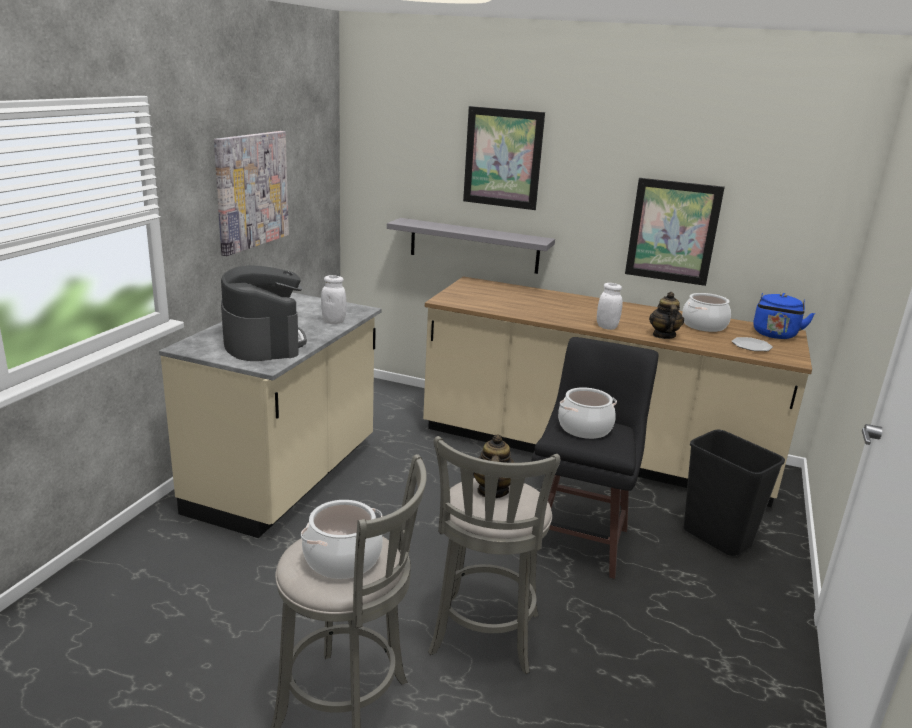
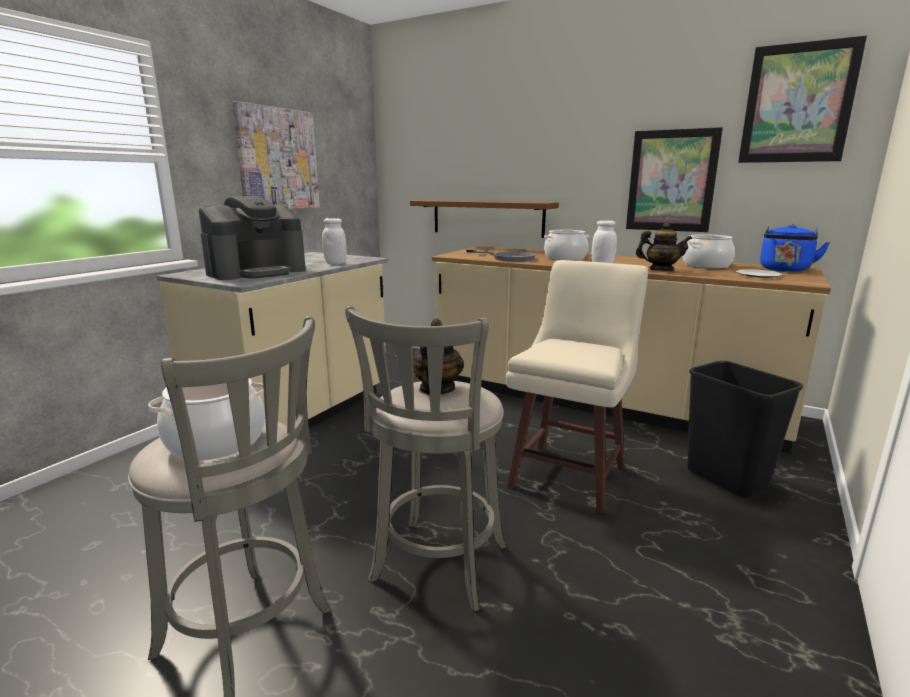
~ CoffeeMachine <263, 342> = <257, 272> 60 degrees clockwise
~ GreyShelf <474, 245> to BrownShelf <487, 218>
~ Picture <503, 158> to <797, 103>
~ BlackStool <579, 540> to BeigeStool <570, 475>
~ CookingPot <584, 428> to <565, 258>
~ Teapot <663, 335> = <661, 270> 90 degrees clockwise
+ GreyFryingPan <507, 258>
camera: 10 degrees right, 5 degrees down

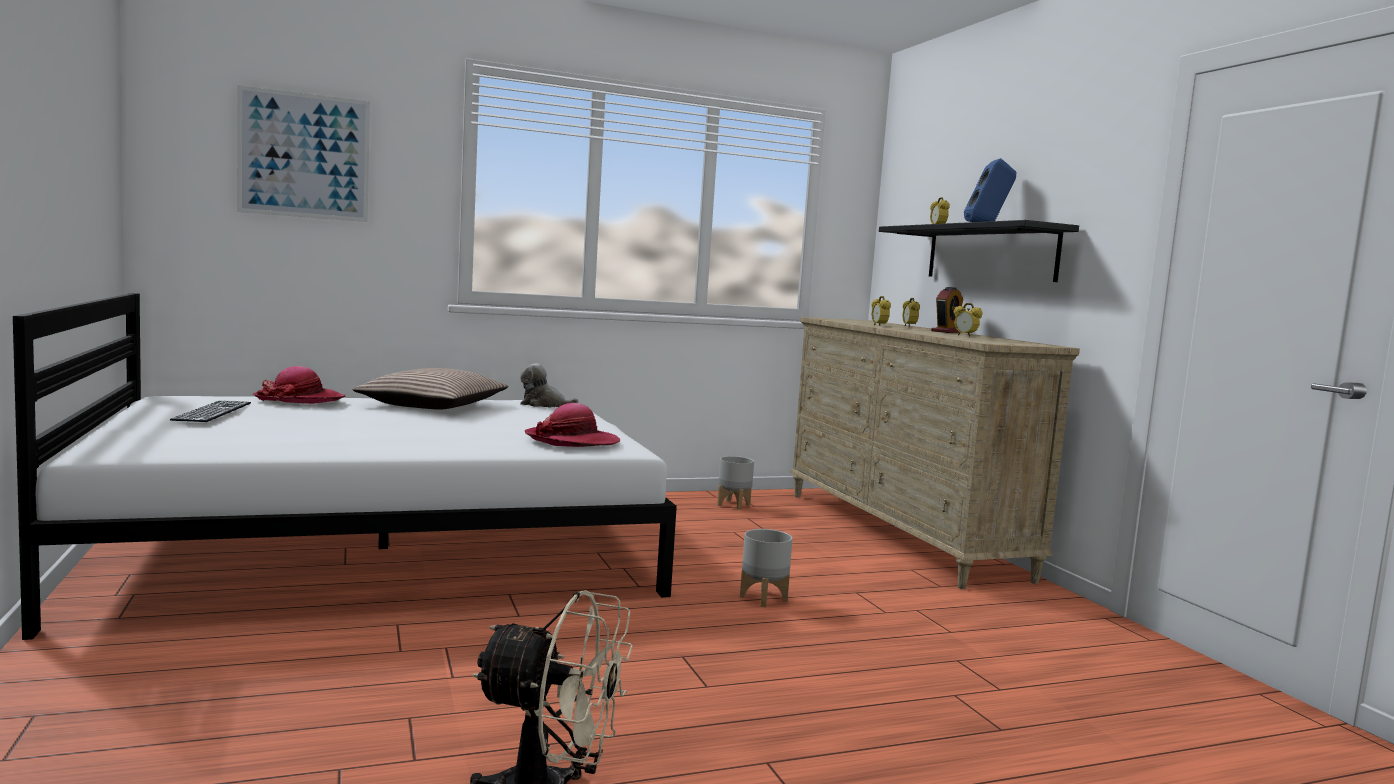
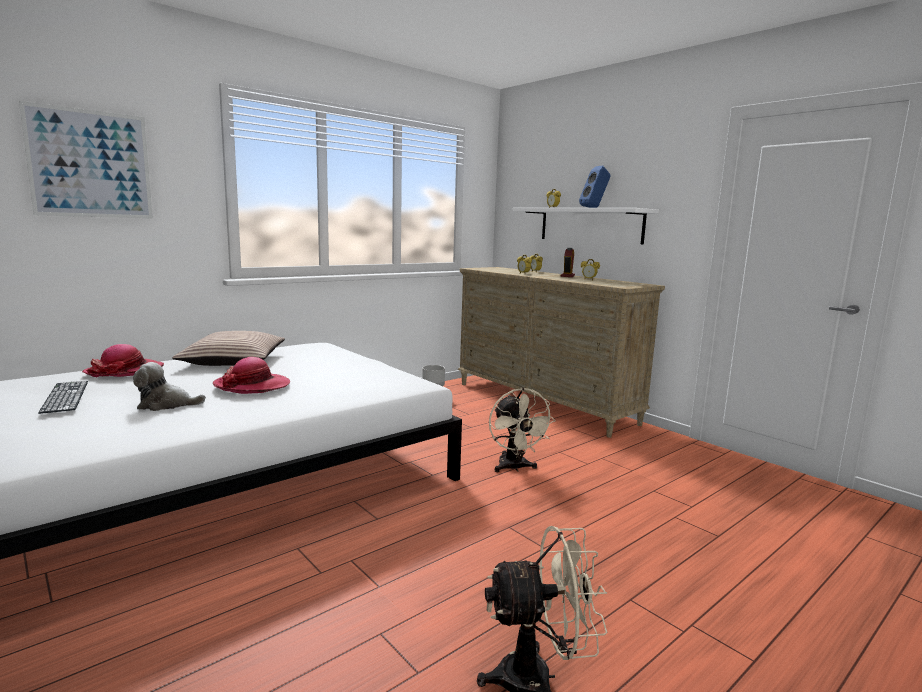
~ PlushToy <544, 405> to <166, 405>
~ Hat <572, 441> to <252, 386>
~ GreyPlanter <764, 598> to BeigeFan <514, 468>
~ BlackShelf <990, 253> to WhiteShelf <590, 225>
camera: 20 degrees left, 5 degrees up

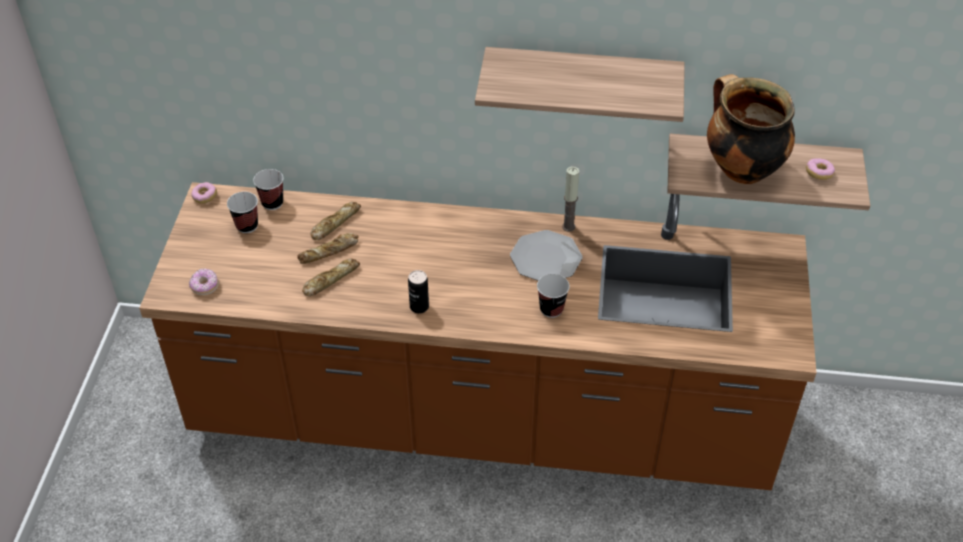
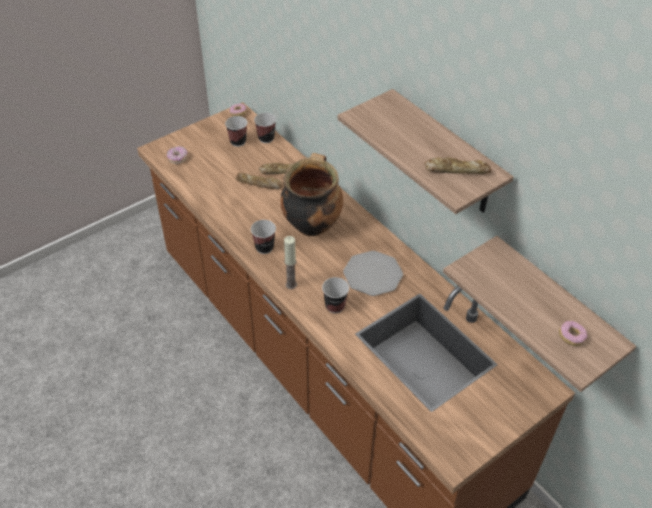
~ Bread <330, 280> to <457, 169>
~ Can <419, 306> to Cup <264, 247>
~ Candle <568, 226> to <291, 285>
~ CookingPot <740, 169> to <311, 224>
camera: 45 degrees right, 0 degrees up

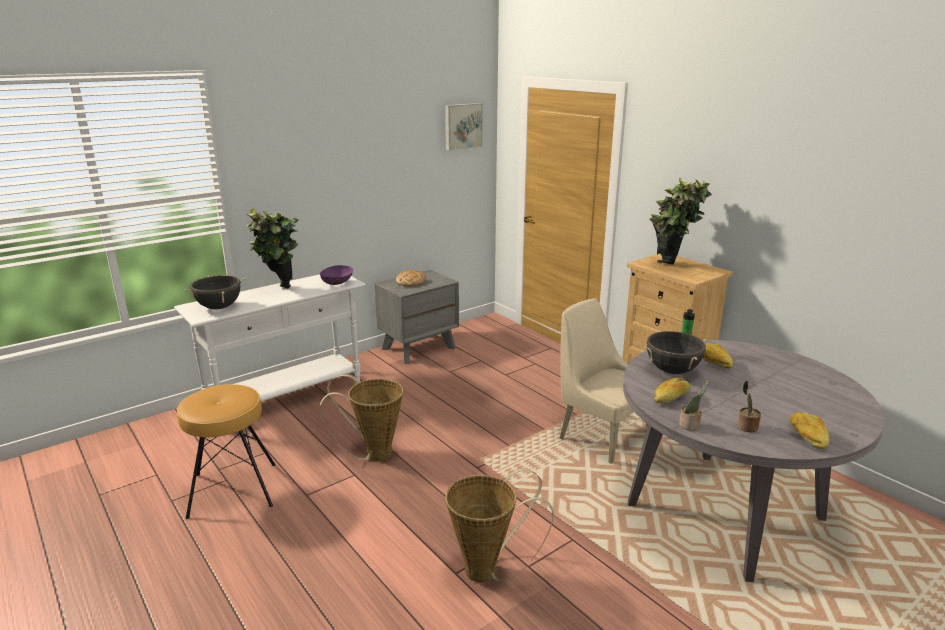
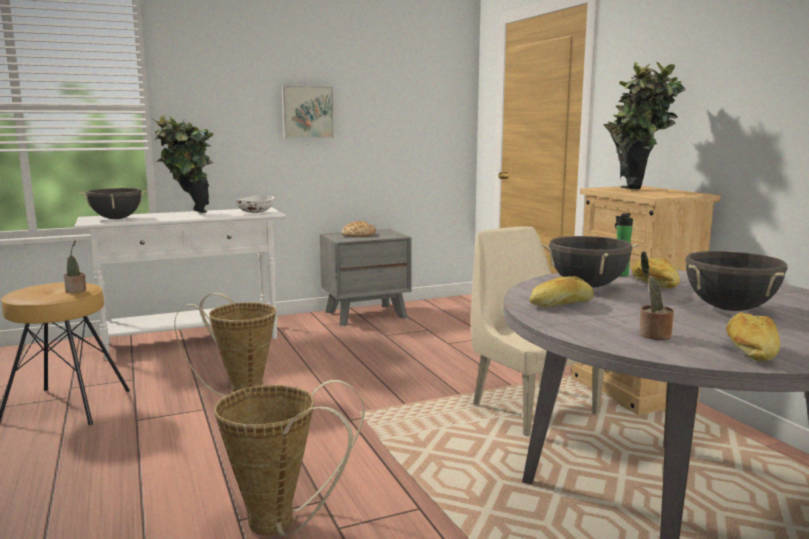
~ PurpleBowl <337, 283> to WhiteBowl <256, 213>
~ Picture <462, 126> to <307, 112>
~ PottedPlant <690, 426> to <76, 290>
+ BlackCookingPot <730, 309>
camera: 15 degrees right, 10 degrees down

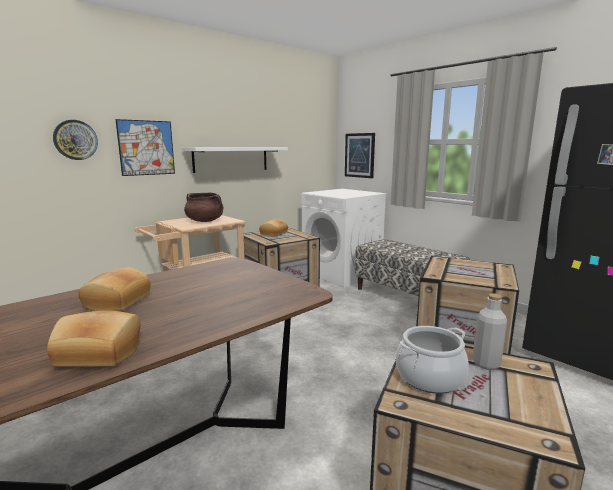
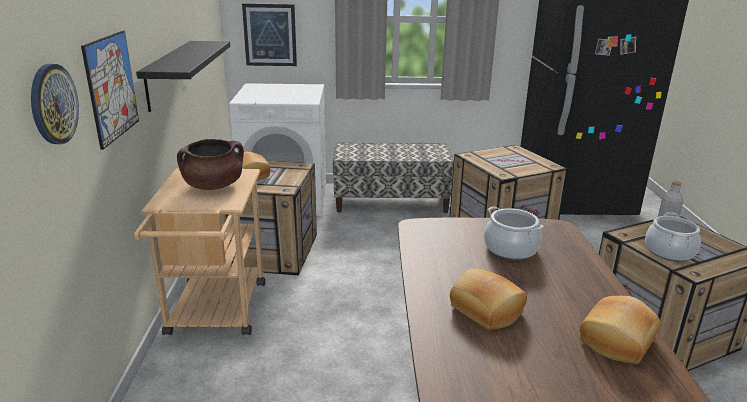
~ WhiteShelf <231, 159> to BlackShelf <169, 74>
+ CookingPot <510, 249>
camera: 50 degrees left, 10 degrees up

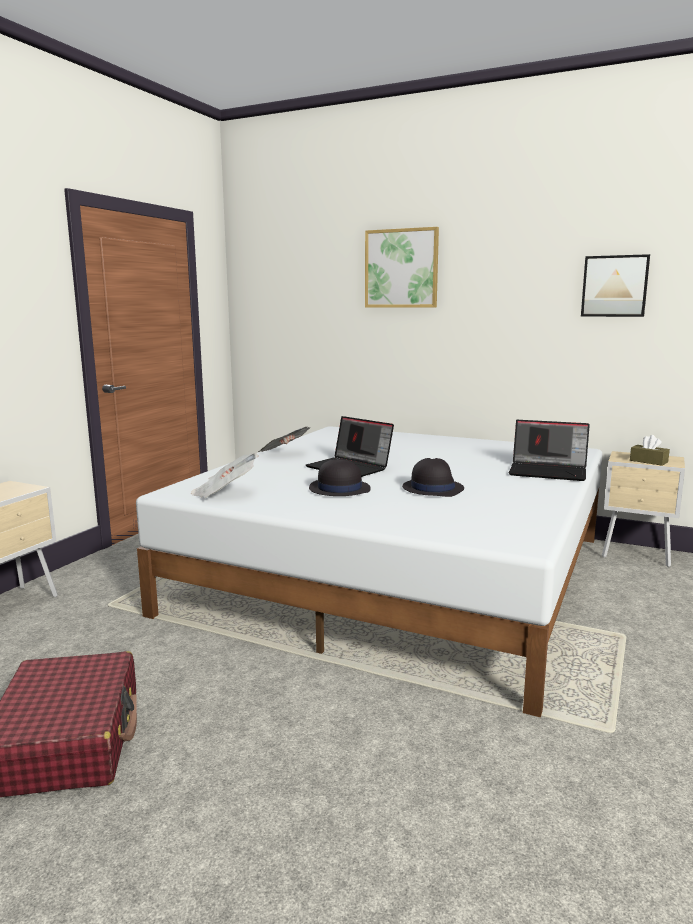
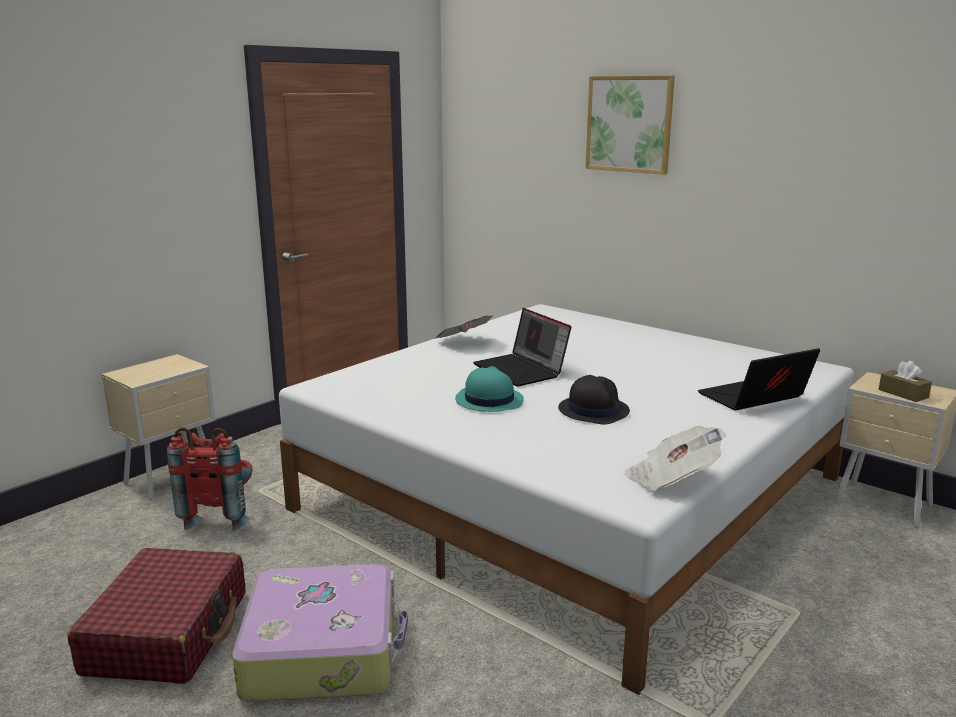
~ Newspaper <224, 493> to <671, 480>
~ BlackHat <339, 489> to TurquoiseHat <488, 400>
~ Laptop <549, 471> = <753, 398> 120 degrees clockwise
- Picture <614, 286>
+ RedBackpack <220, 515>
+ Suitcase <323, 650>
camera: 15 degrees right, 5 degrees up

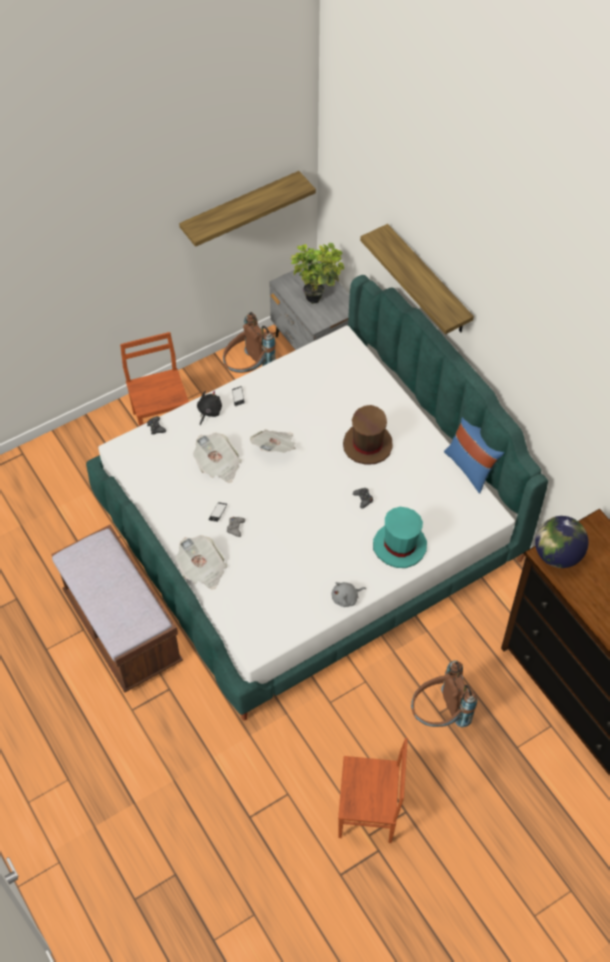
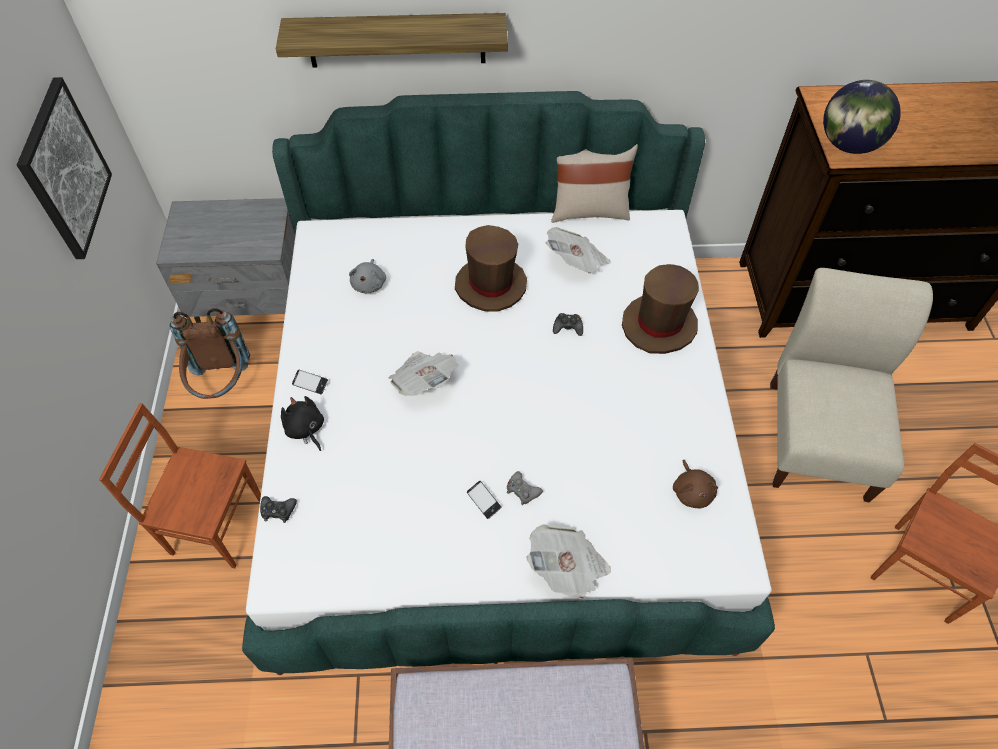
~ Shelf <240, 209> to Picture <64, 170>
~ Newspaper <218, 465> to <577, 262>
- PottedPlant <317, 296>
~ GreyPlushToy <346, 598> to <369, 283>
~ TurquoiseHat <399, 546> to BrownHat <659, 325>
~ BrownBackpack <439, 715> to BeigeChair <818, 434>
~ BluePillow <470, 467> to BeigePillow <589, 211>
+ BrownPlushToy <692, 491>
camera: 60 degrees left, 0 degrees up

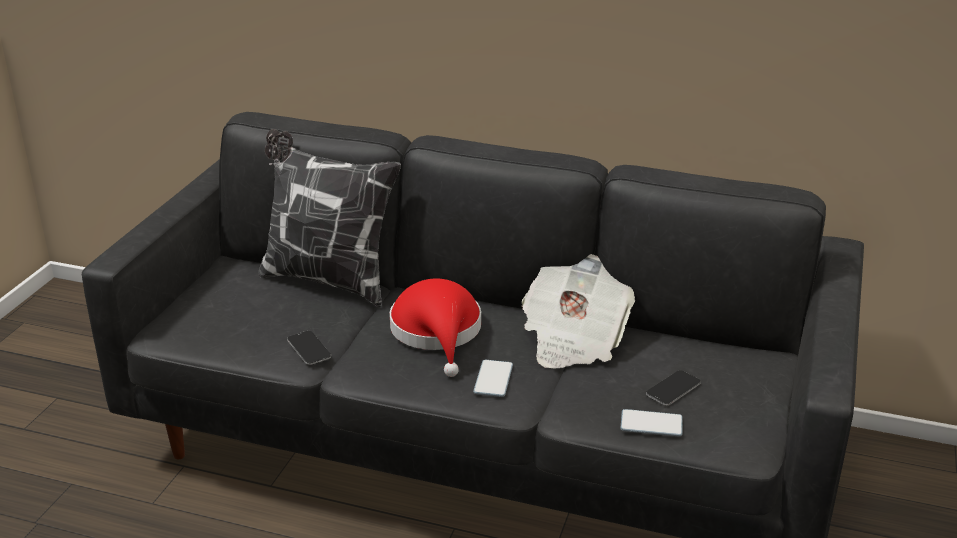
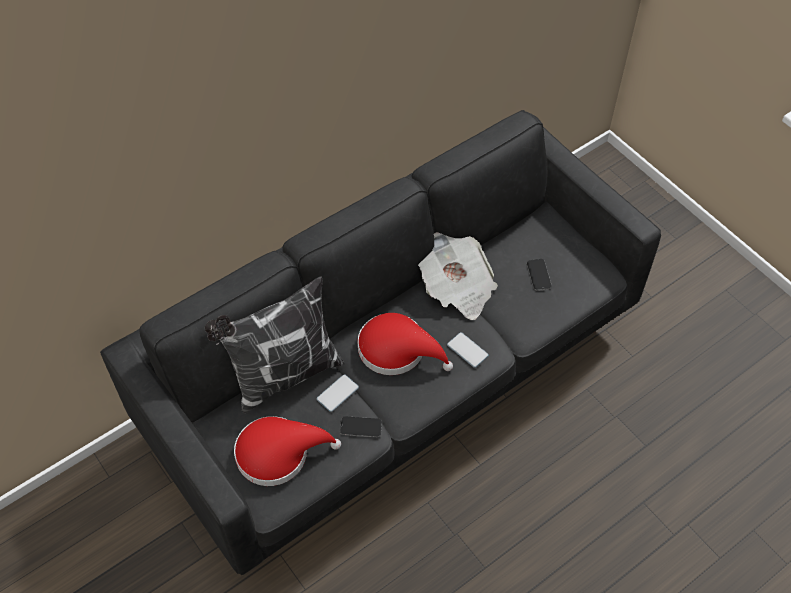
~ Phone <651, 424> to <337, 393>
+ RedHat <278, 453>
camera: 55 degrees left, 25 degrees up

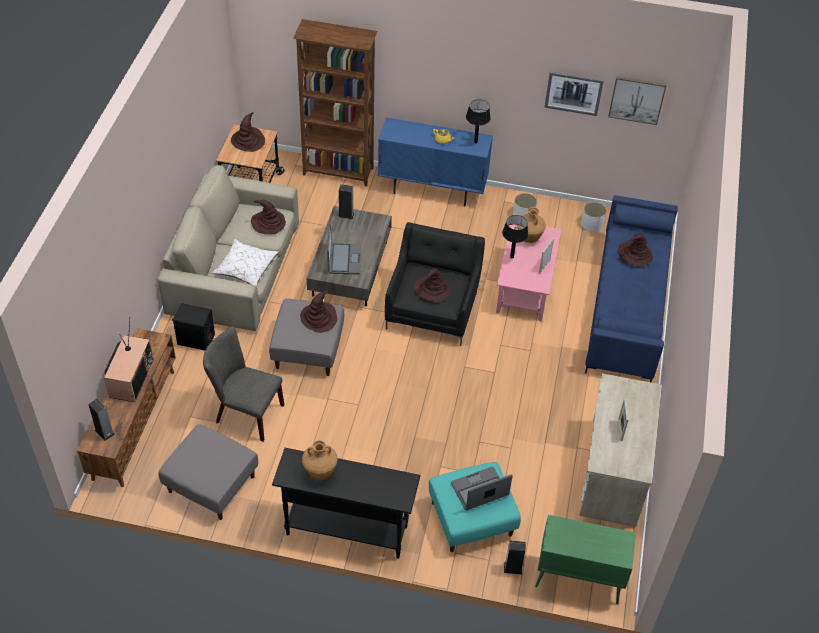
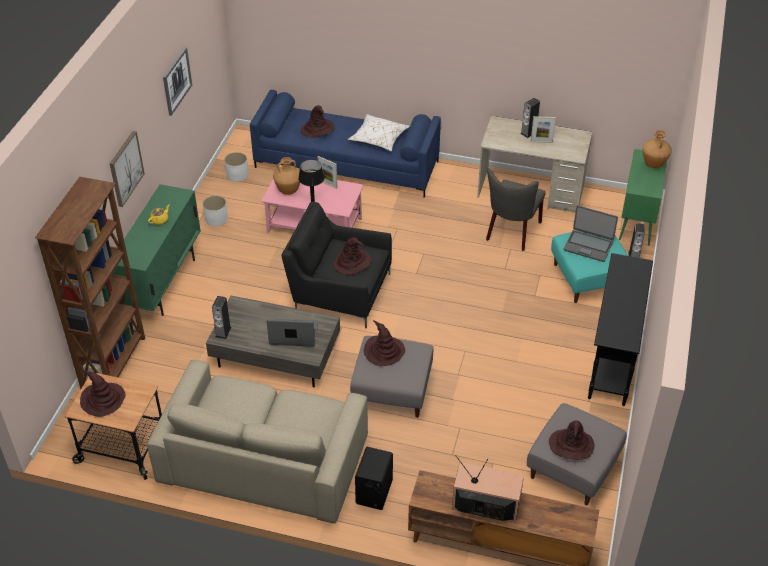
~ Speaker <104, 432> to <528, 132>
~ GreyChair <245, 413> to <511, 233>
~ WhitePillow <245, 268> to <378, 139>
~ BrownHat <268, 223> to <571, 445>
~ BrownVase <320, 472> to <653, 164>
~ BlueCabinet <432, 190> to GreenCabinet <164, 284>
~ Laptop <480, 490> = <588, 246> 45 degrees counterclockwise
- BlackTableLamp <476, 142>
~ Picture <637, 99> to <125, 168>
camera: 85 degrees left, 5 degrees down

